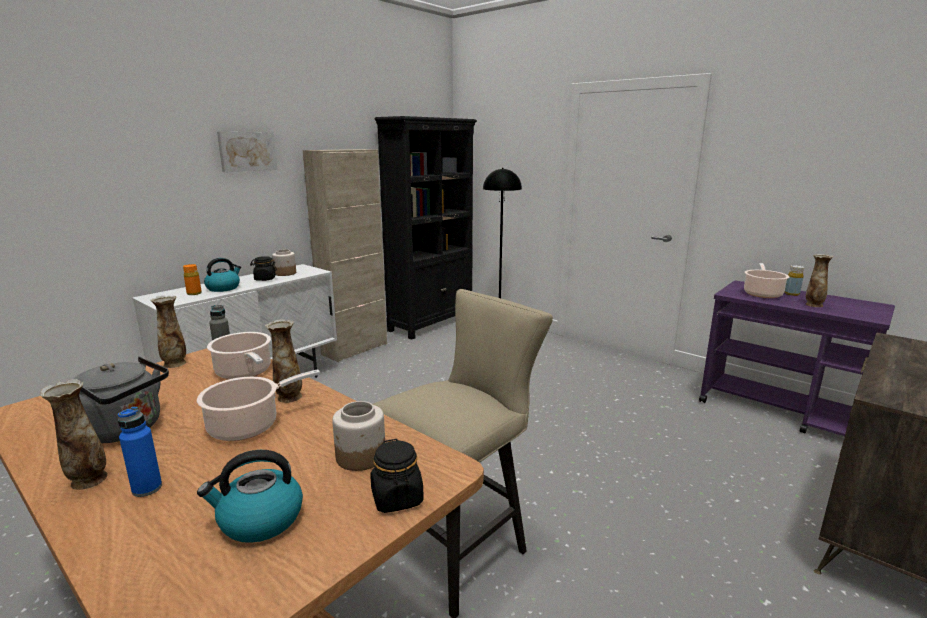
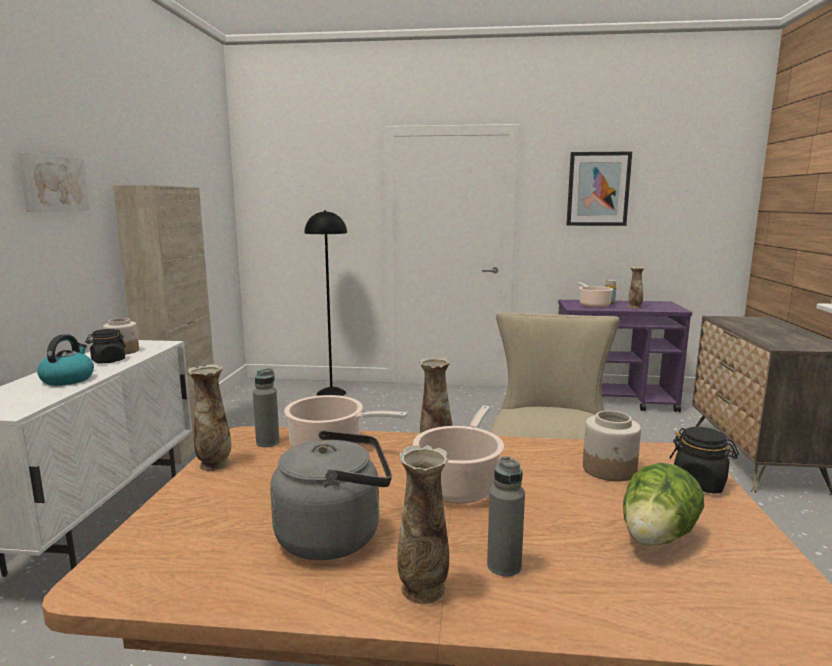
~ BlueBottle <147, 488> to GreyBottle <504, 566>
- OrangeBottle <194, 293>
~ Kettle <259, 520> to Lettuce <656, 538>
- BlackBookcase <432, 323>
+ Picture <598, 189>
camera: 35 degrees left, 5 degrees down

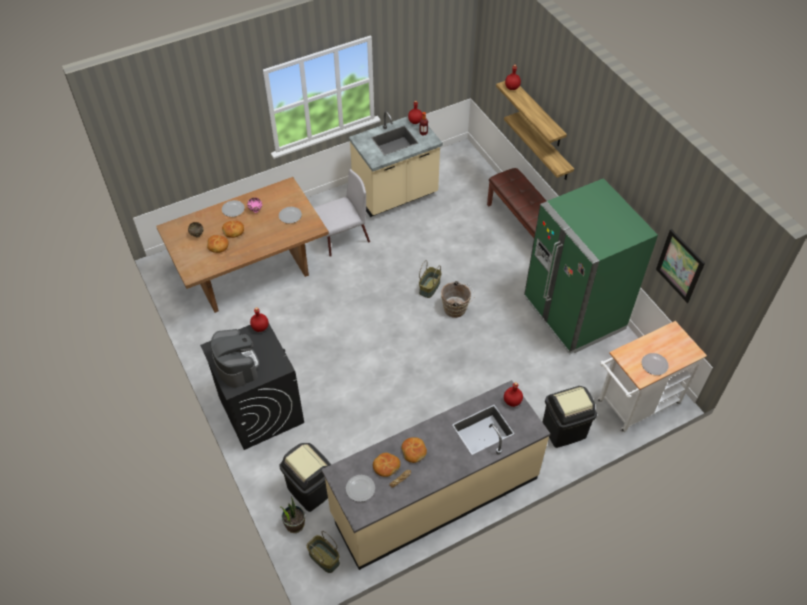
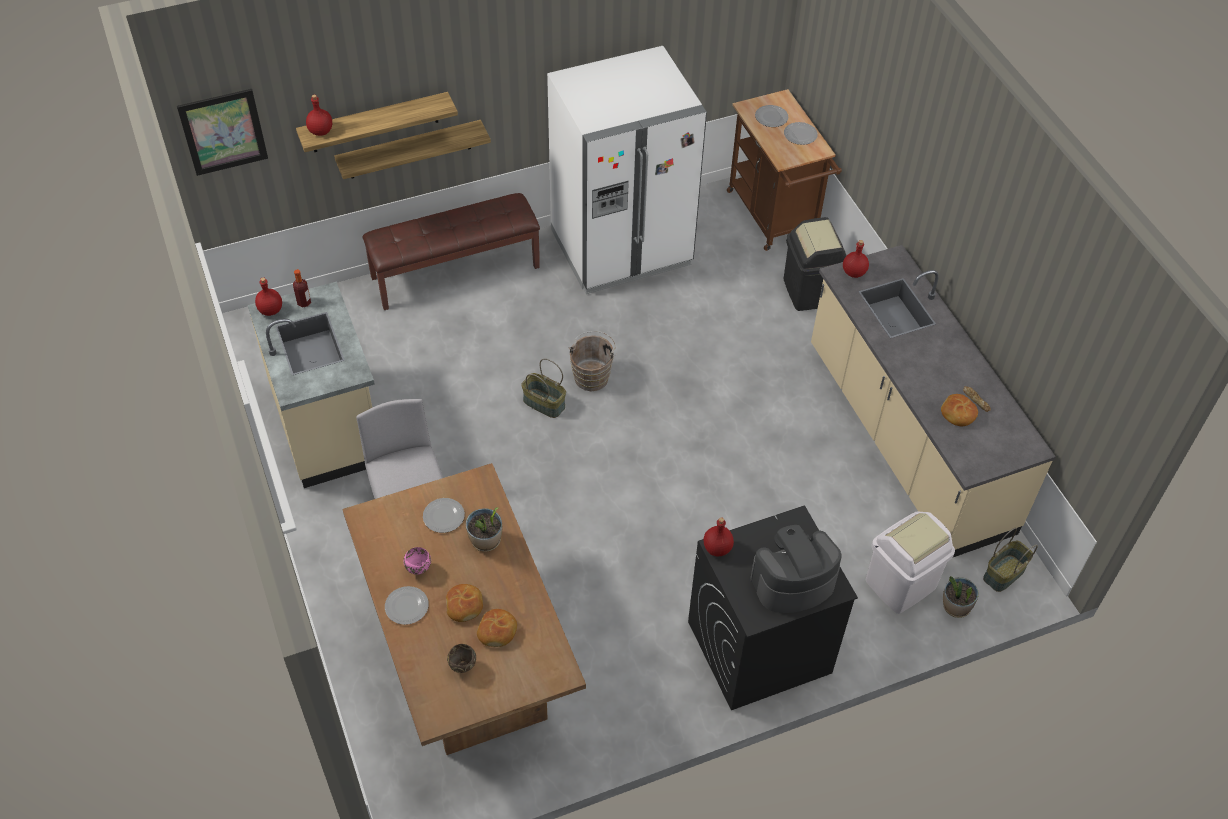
~ BlackTrashCan <310, 490> to WhiteTrashCan <900, 585>
~ Plate <360, 489> to <772, 117>
- Bread <414, 451>
~ GreenFridge <573, 314> to WhiteFridge <621, 248>
~ WhiteCart <634, 405> to BrownCart <774, 218>
~ Picture <680, 266> to <223, 132>
+ PottedPlant <486, 541>
camera: 85 degrees left, 0 degrees up

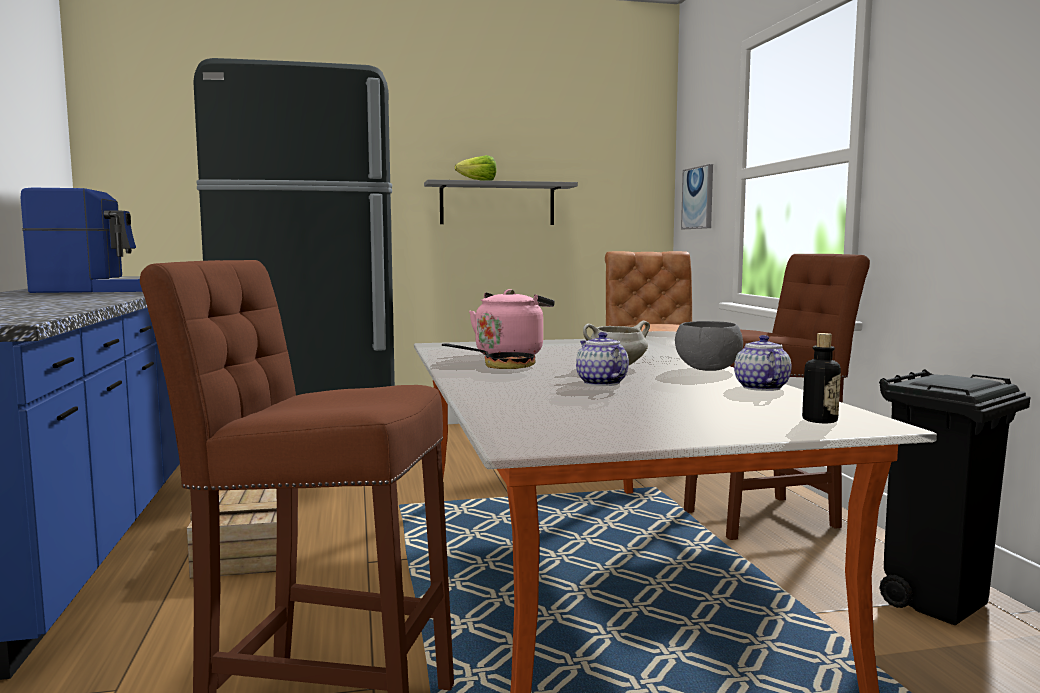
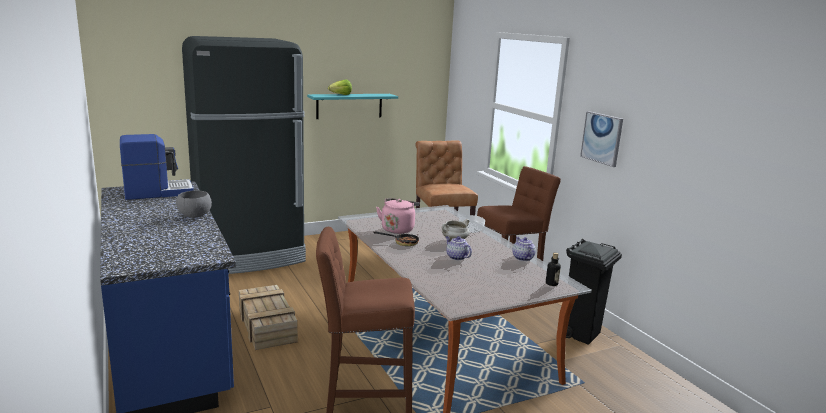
~ GreyShelf <497, 204> to TurquoiseShelf <349, 106>
~ GreyBowl <708, 370> to <195, 216>
~ Picture <698, 198> to <602, 138>
camera: 15 degrees left, 10 degrees up

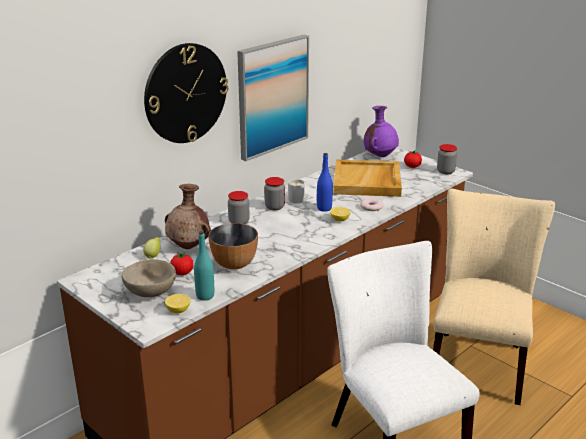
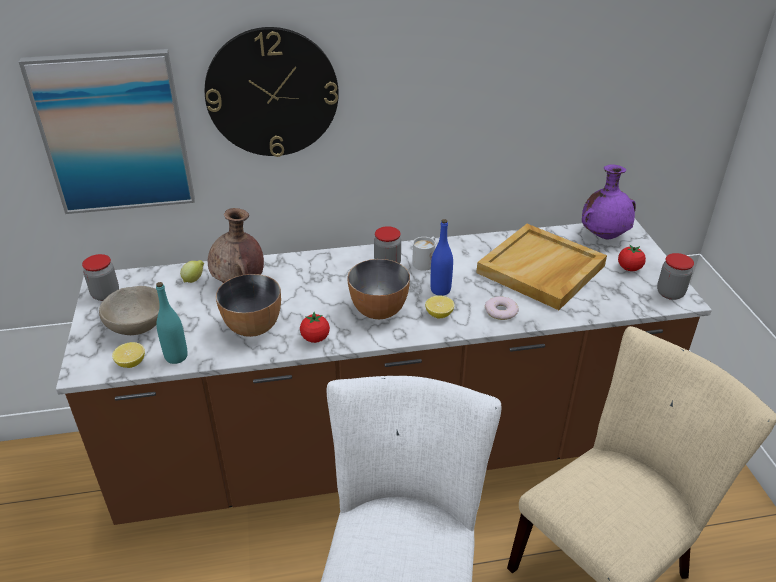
~ Tomato <182, 273> to <315, 338>
~ Jar <239, 222> to <105, 294>
~ Picture <272, 96> to <114, 133>
+ Bowl <379, 311>
camera: 35 degrees right, 10 degrees up

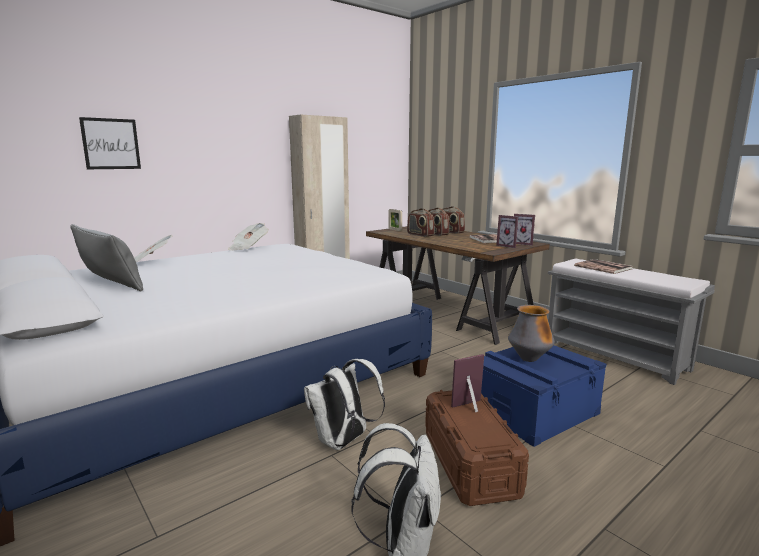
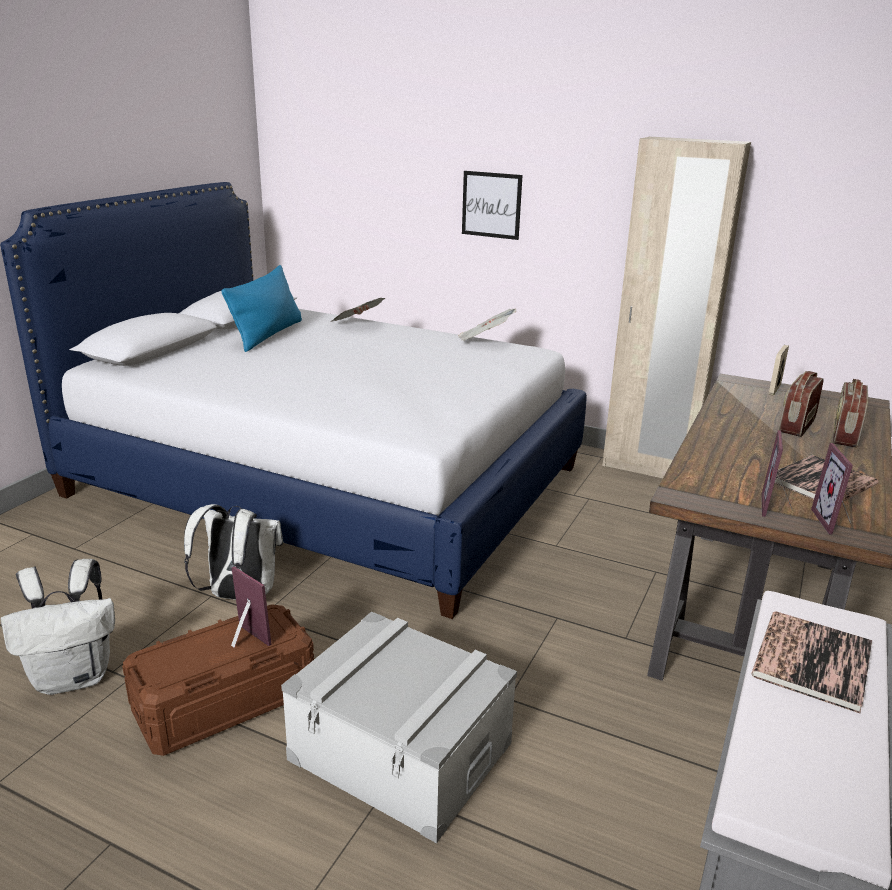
~ GreyPillow <111, 283> to BluePillow <268, 335>
~ Picture <111, 144> to <491, 205>
- Radio <420, 235>
~ BlueStorageBox <533, 410> to GreyStorageBox <401, 751>
- Vase <529, 359>
camera: 65 degrees right, 10 degrees up

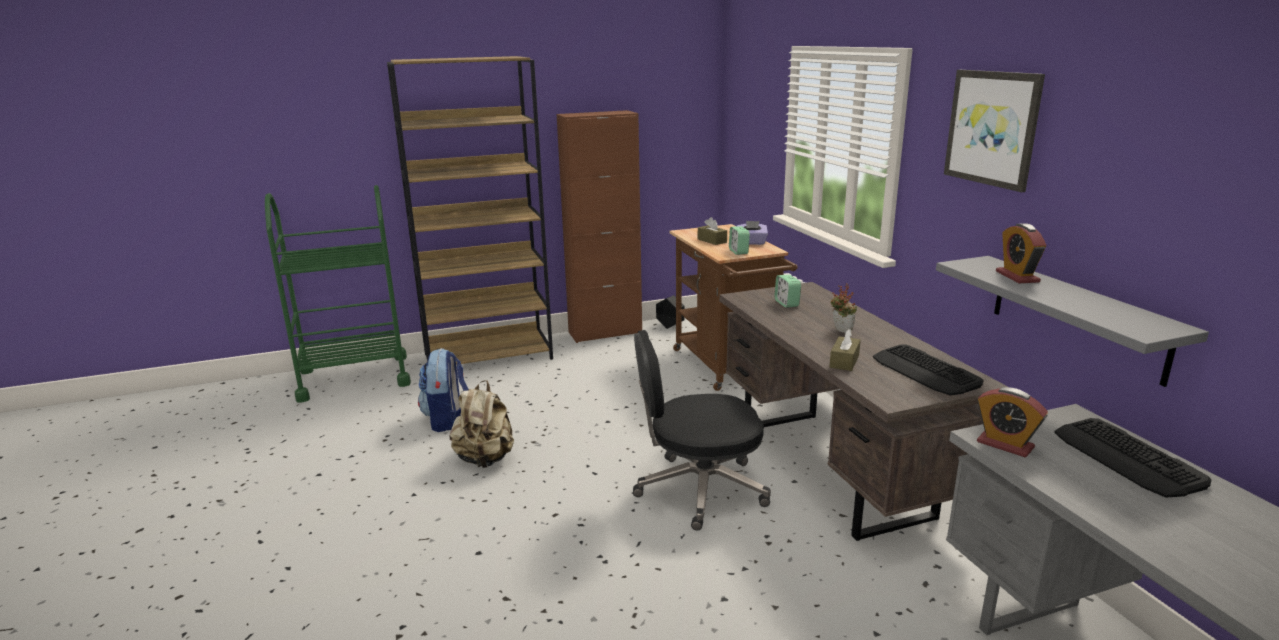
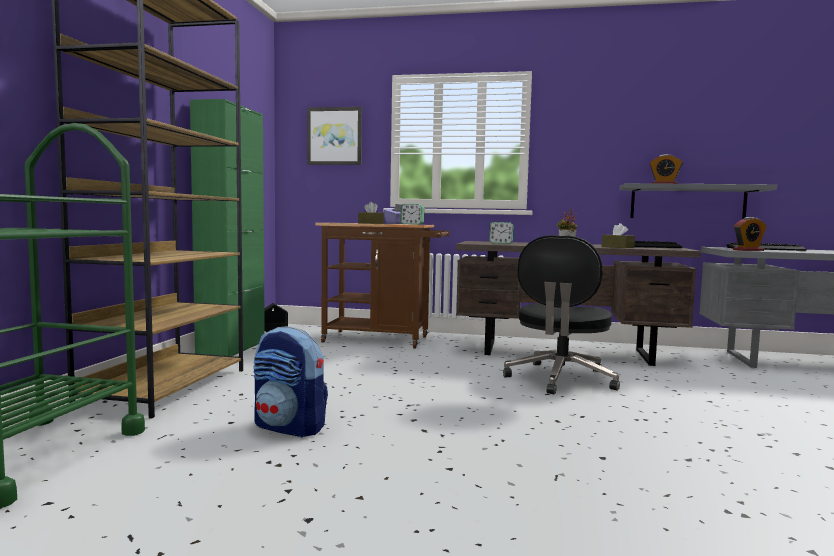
- BeigeBackpack <485, 459>
~ BrownCabinet <605, 332> to GreenCabinet <231, 349>
~ Picture <992, 128> to <334, 136>
camera: 60 degrees left, 15 degrees down

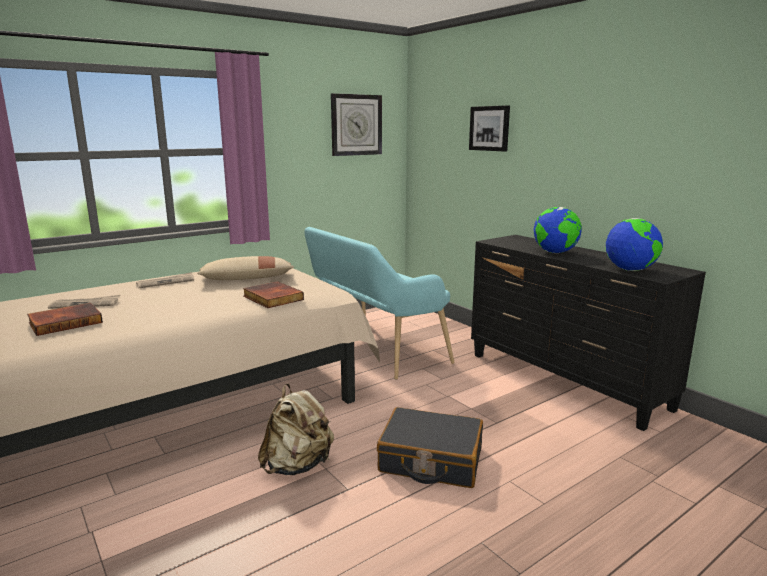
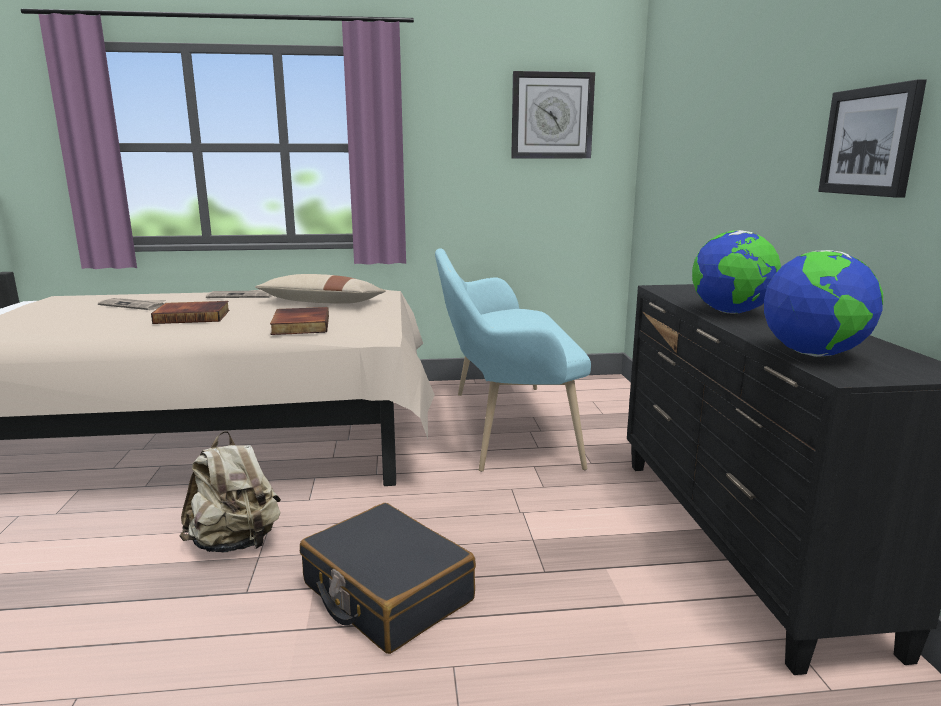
~ Book <66, 322> to <193, 316>
~ Picture <489, 128> to <870, 141>
camera: 30 degrees right, 0 degrees up

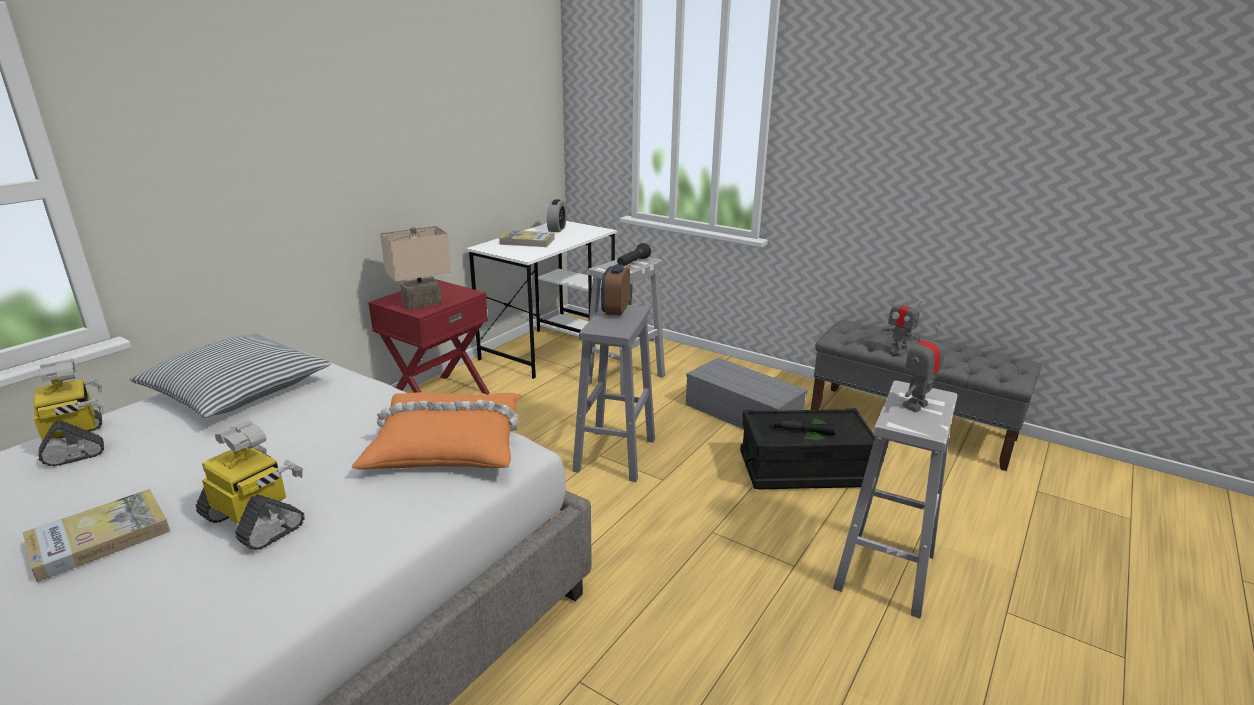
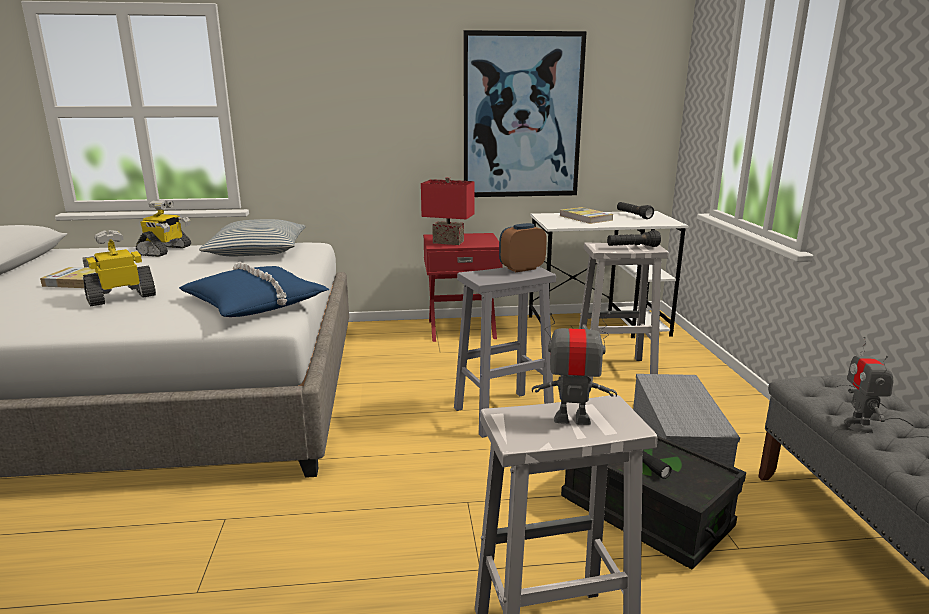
~ ToyRobot <255, 521> = <121, 297> 120 degrees counterclockwise
~ OrangePillow <447, 444> to BluePillow <256, 303>
~ BeigeTableLamp <422, 304> to RedTableLamp <447, 242>
~ AlarmClock <557, 229> to BlackFlashlight <633, 215>
+ Picture <522, 116>
camera: 50 degrees right, 5 degrees down

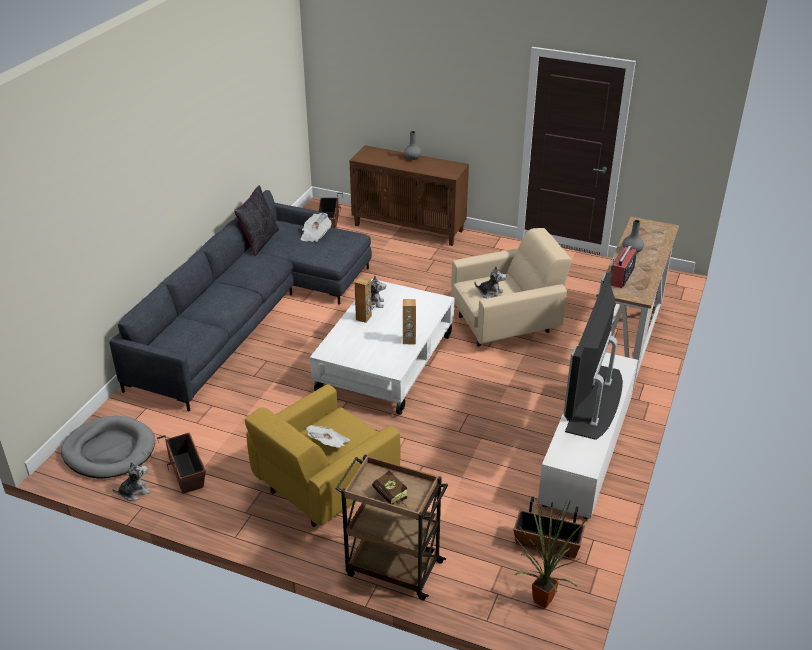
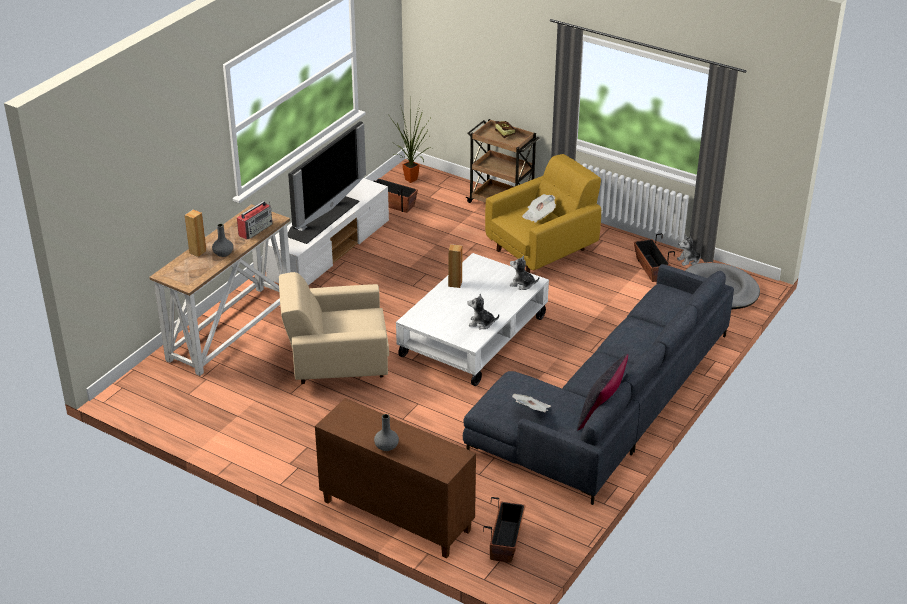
~ BrownSpeaker <364, 318> to <197, 252>
~ PlushToy <490, 293> to <522, 284>
camera: 170 degrees left, 0 degrees up

